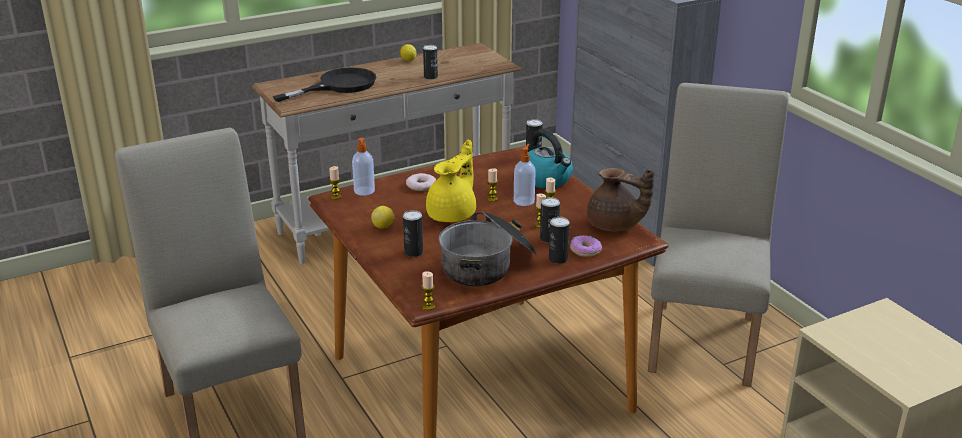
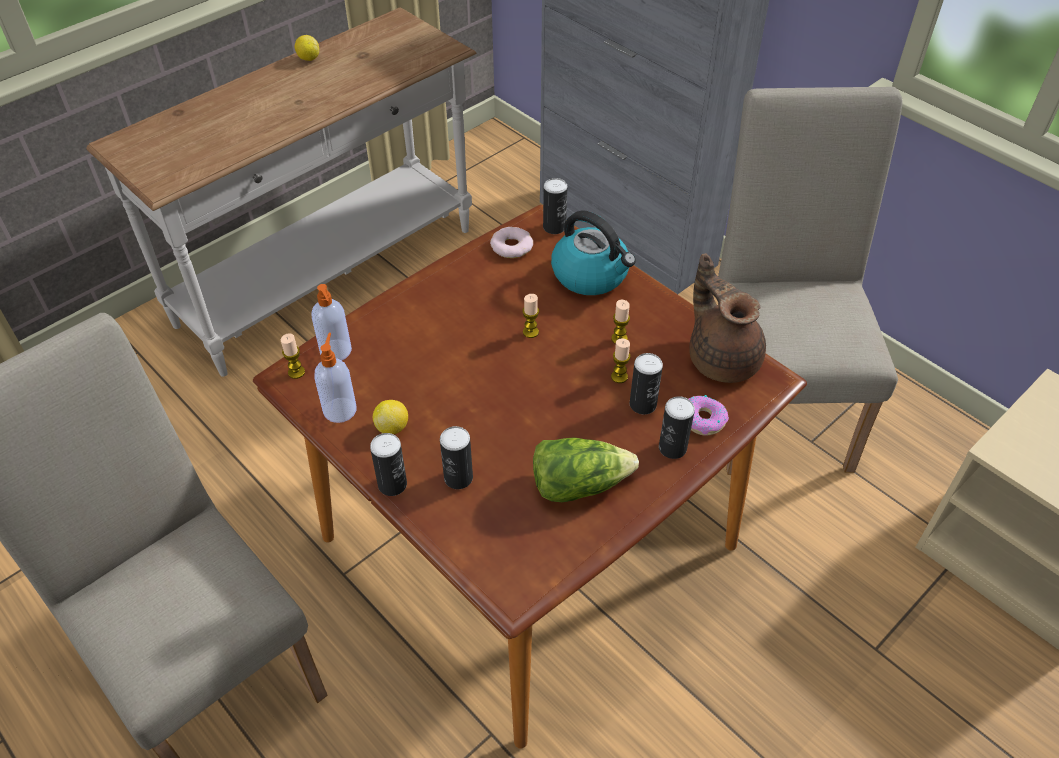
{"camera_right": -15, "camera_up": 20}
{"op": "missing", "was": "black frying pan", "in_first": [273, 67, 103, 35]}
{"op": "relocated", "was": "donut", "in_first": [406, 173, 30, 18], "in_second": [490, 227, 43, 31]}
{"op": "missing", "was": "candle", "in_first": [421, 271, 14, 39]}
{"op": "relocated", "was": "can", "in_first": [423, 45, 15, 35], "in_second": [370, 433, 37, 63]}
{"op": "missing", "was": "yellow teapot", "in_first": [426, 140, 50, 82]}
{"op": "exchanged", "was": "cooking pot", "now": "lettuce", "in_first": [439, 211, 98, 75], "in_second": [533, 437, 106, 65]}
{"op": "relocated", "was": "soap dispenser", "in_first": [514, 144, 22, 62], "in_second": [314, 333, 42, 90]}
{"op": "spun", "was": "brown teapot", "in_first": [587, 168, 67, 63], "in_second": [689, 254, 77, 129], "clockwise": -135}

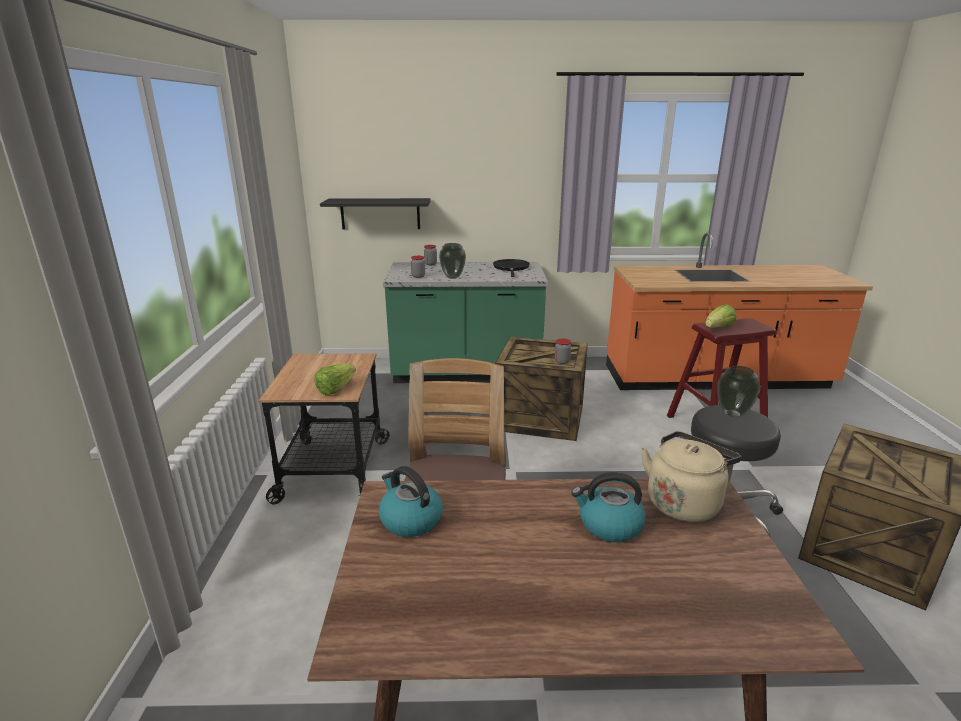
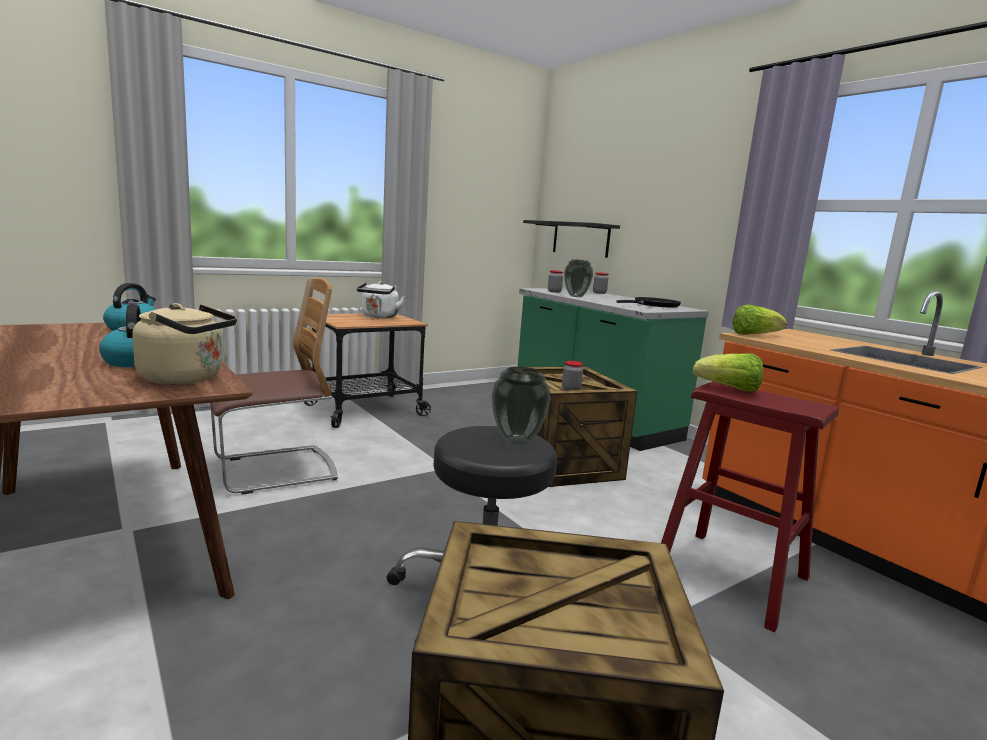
{"camera_right": 55, "camera_up": -10}
{"op": "relocated", "was": "lettuce", "in_first": [314, 363, 42, 32], "in_second": [732, 304, 55, 31]}
{"op": "appeared", "now": "white kettle", "in_second": [357, 281, 48, 37]}

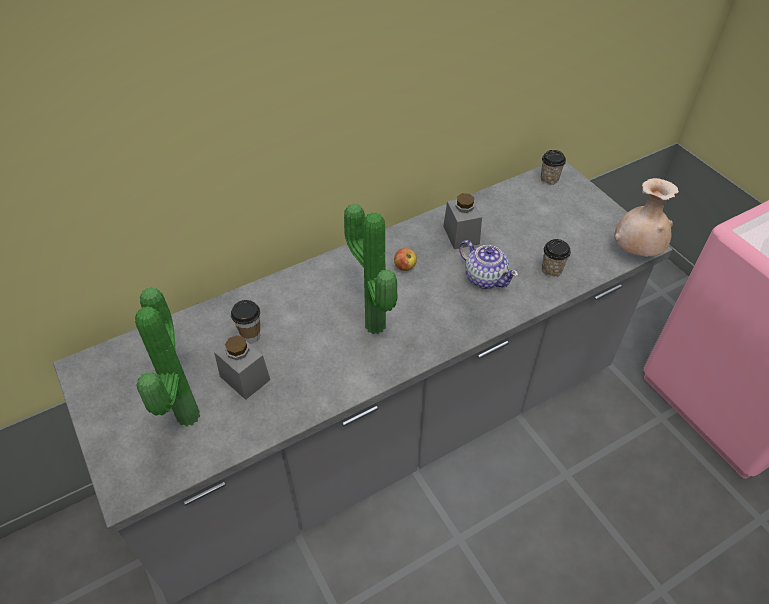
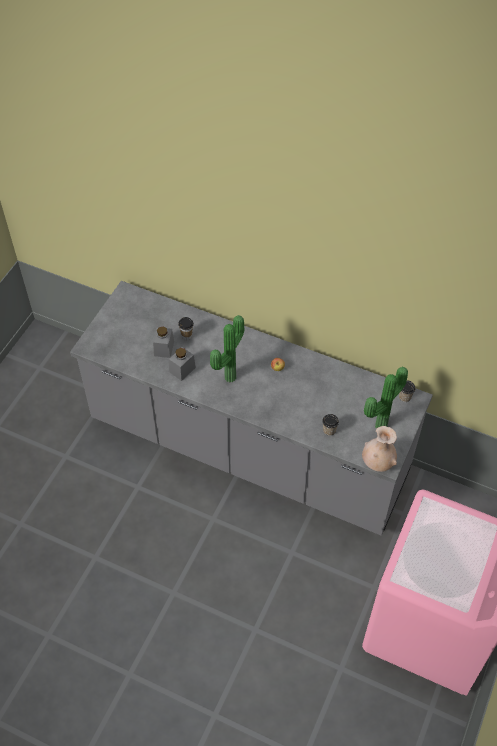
{"camera_right": 55, "camera_up": 5}
{"op": "relocated", "was": "potted plant", "in_first": [135, 287, 65, 140], "in_second": [364, 367, 44, 62]}
{"op": "relocated", "was": "grey jar", "in_first": [443, 193, 39, 56], "in_second": [169, 347, 27, 34]}
{"op": "missing", "was": "teapot", "in_first": [459, 240, 60, 49]}

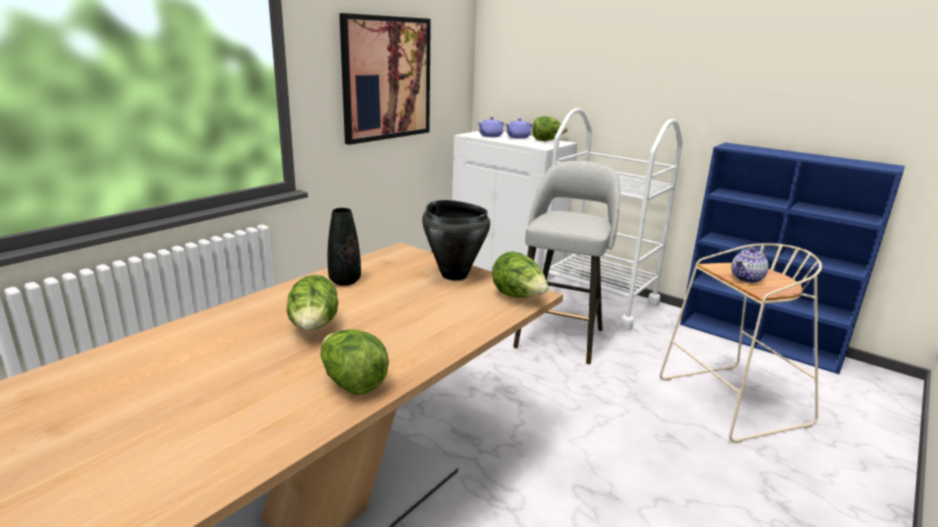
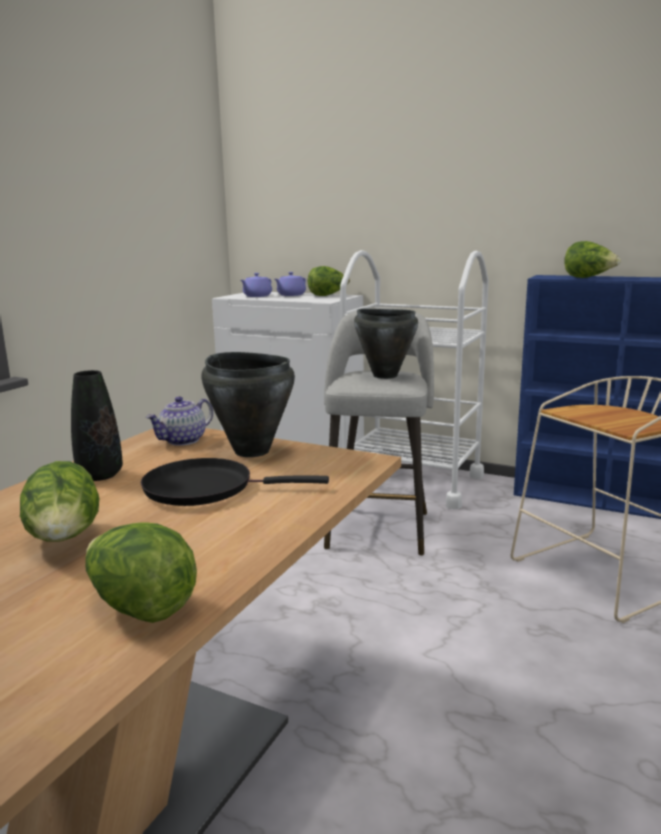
{"camera_right": -10, "camera_up": -5}
{"op": "missing", "was": "picture", "in_first": [339, 13, 92, 132]}
{"op": "relocated", "was": "lettuce", "in_first": [492, 251, 56, 47], "in_second": [564, 241, 57, 37]}
{"op": "relocated", "was": "teapot", "in_first": [731, 248, 38, 35], "in_second": [146, 396, 67, 50]}
{"op": "appeared", "now": "black frying pan", "in_second": [141, 458, 188, 48]}
{"op": "appeared", "now": "black cooking pot", "in_second": [354, 309, 64, 70]}

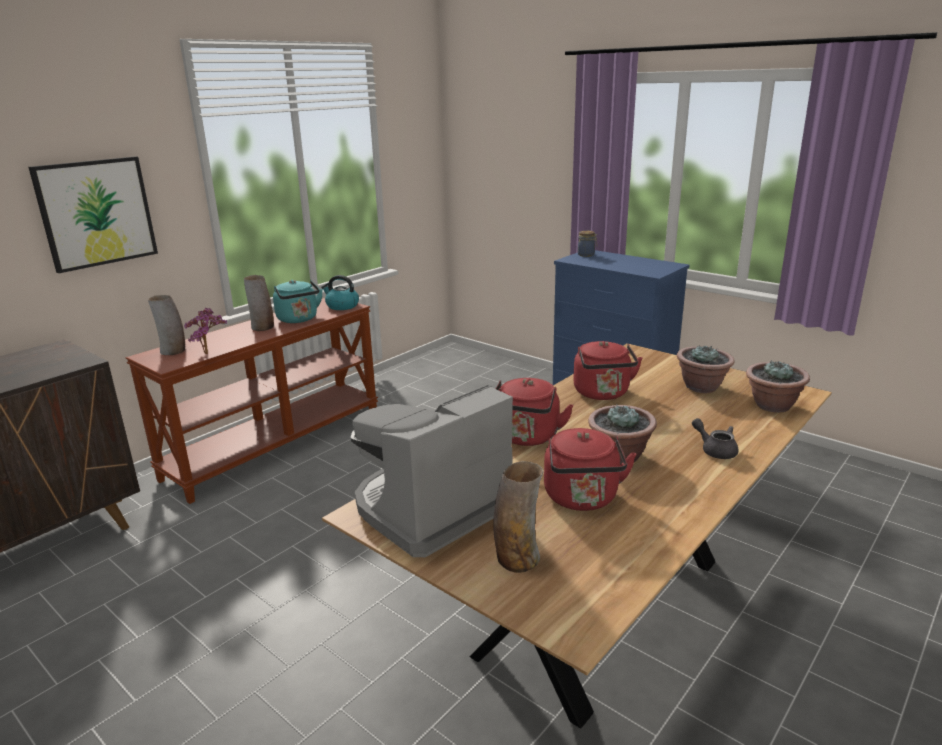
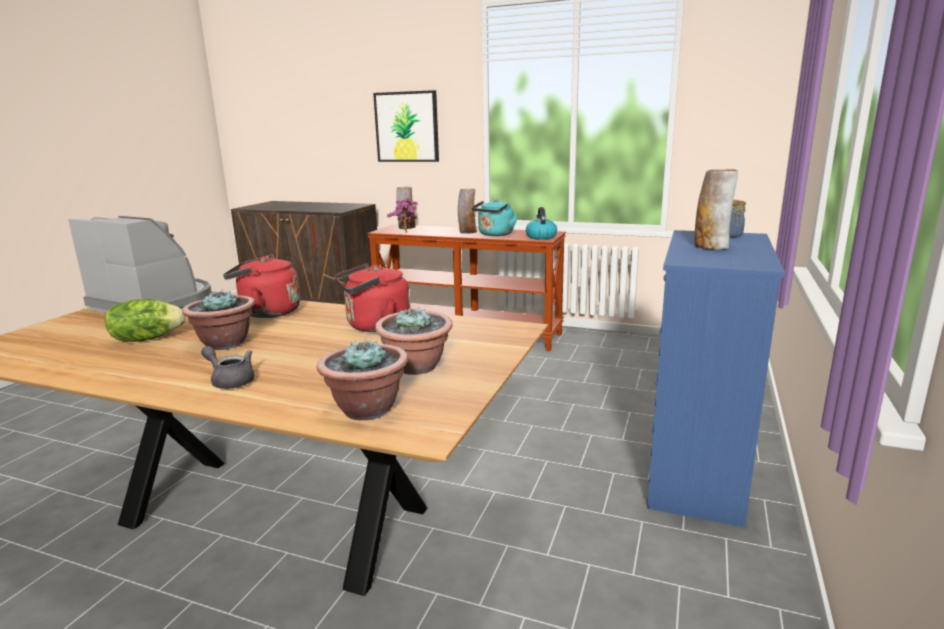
{"camera_right": 70, "camera_up": -5}
{"op": "relocated", "was": "vase", "in_first": [493, 461, 51, 112], "in_second": [695, 169, 43, 81]}
{"op": "exchanged", "was": "red kettle", "now": "lettuce", "in_first": [544, 428, 92, 83], "in_second": [105, 299, 81, 43]}
{"op": "spun", "was": "grey teapot", "in_first": [692, 418, 47, 41], "in_second": [201, 346, 53, 43], "clockwise": -90}

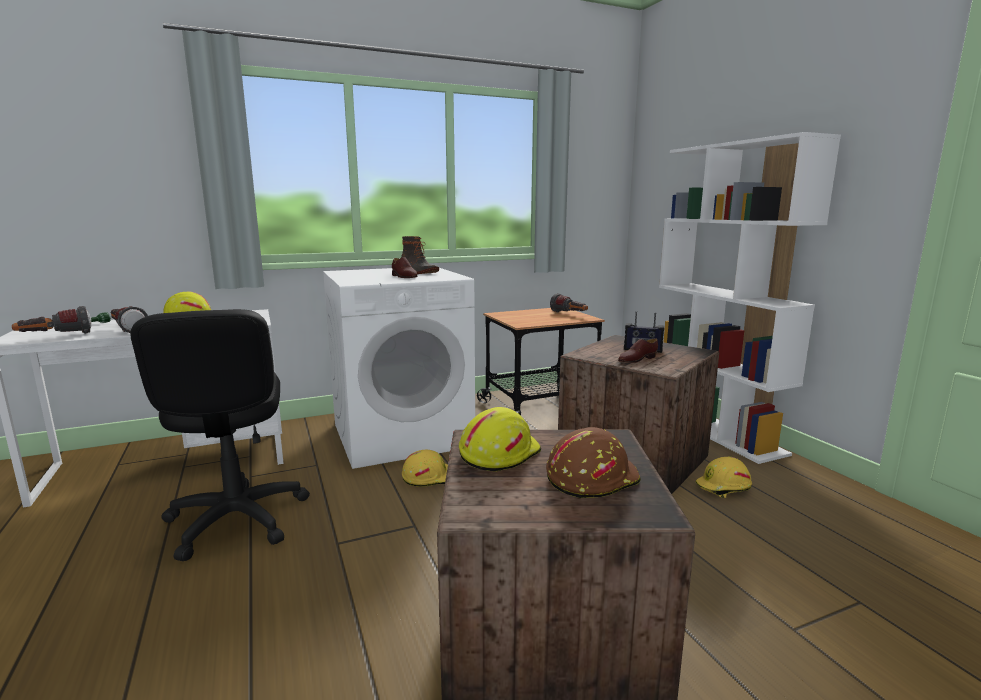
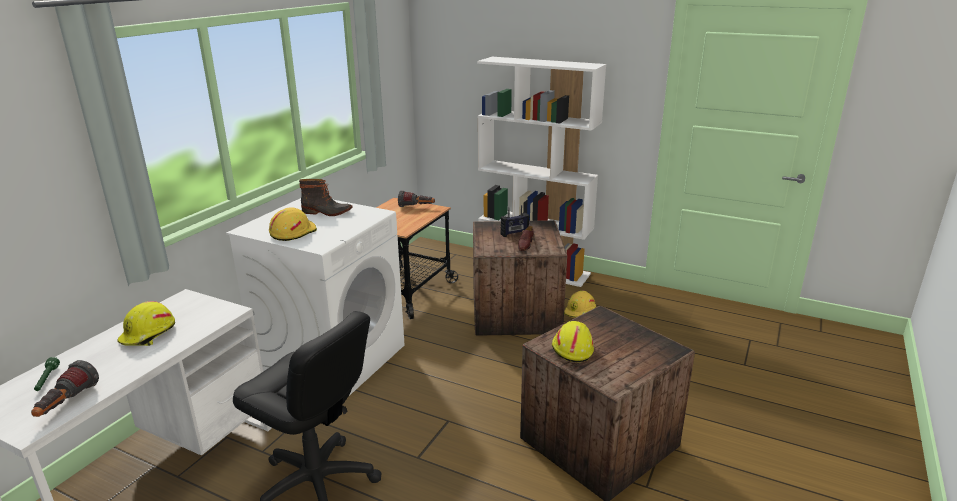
{"camera_right": -40, "camera_up": 10}
{"op": "missing", "was": "flashlight", "in_first": [111, 306, 37, 27]}
{"op": "missing", "was": "brown shoe", "in_first": [392, 257, 26, 21]}
{"op": "relocated", "was": "yellow hard hat", "in_first": [402, 450, 46, 37], "in_second": [269, 207, 48, 34]}
{"op": "missing", "was": "brown hard hat", "in_first": [546, 427, 95, 71]}

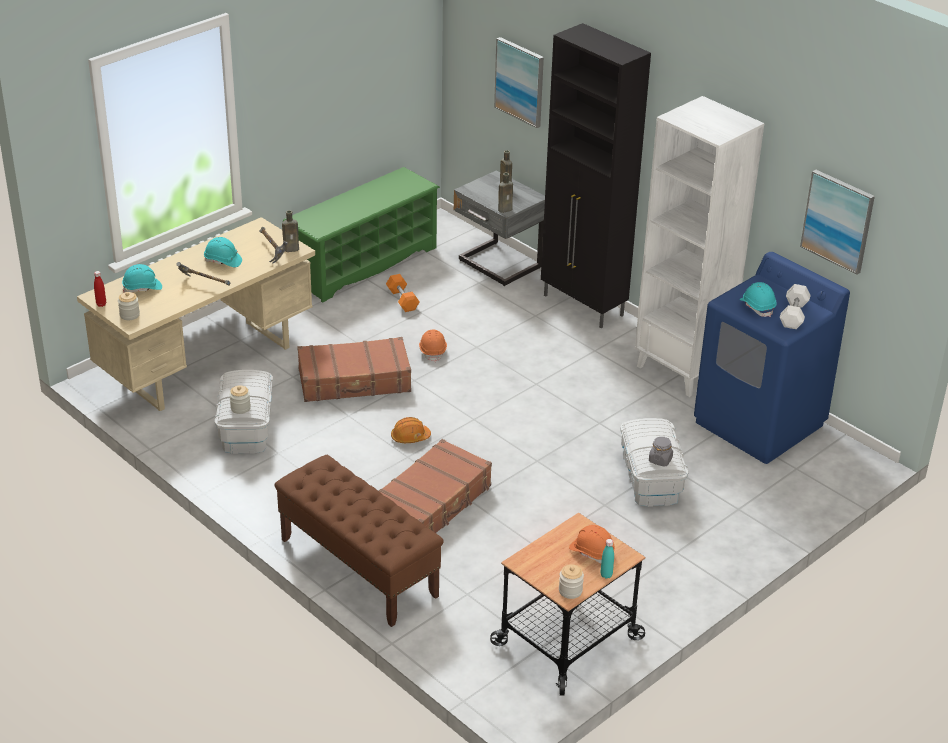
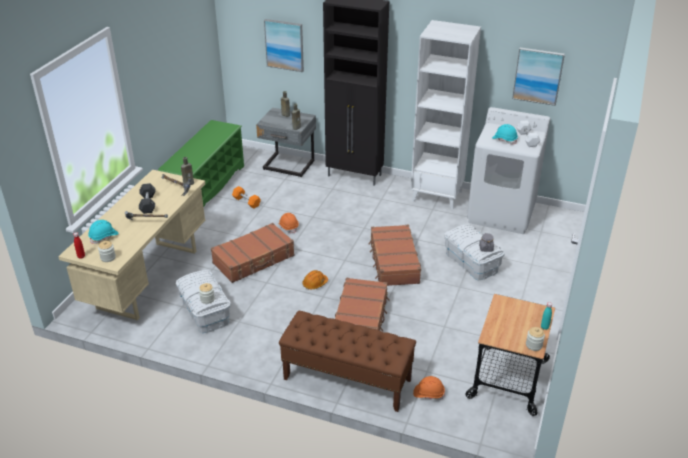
{"camera_right": -25, "camera_up": 0}
{"op": "exchanged", "was": "turquoise hard hat", "now": "grey dumbbell", "in_first": [204, 237, 38, 30], "in_second": [139, 183, 16, 31]}
{"op": "relocated", "was": "orange hard hat", "in_first": [569, 525, 46, 38], "in_second": [413, 376, 32, 24]}
{"op": "colour", "was": "blue washing machine", "now": "white washing machine", "in_first": [694, 252, 156, 212], "in_second": [467, 107, 84, 127]}
{"op": "appeared", "now": "brown suitcase", "in_second": [368, 225, 53, 61]}

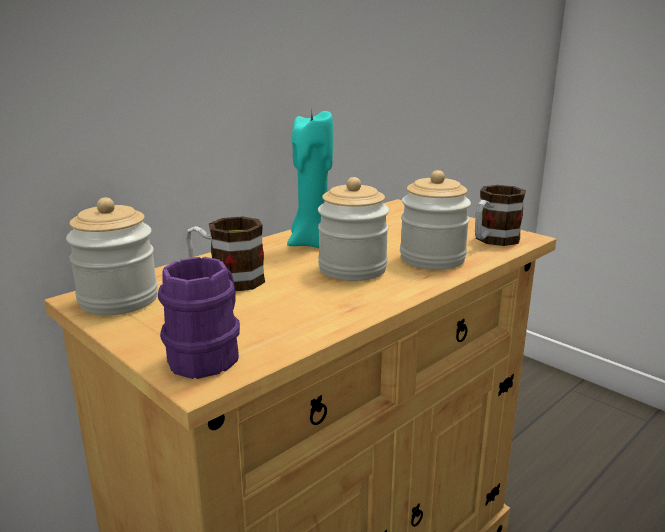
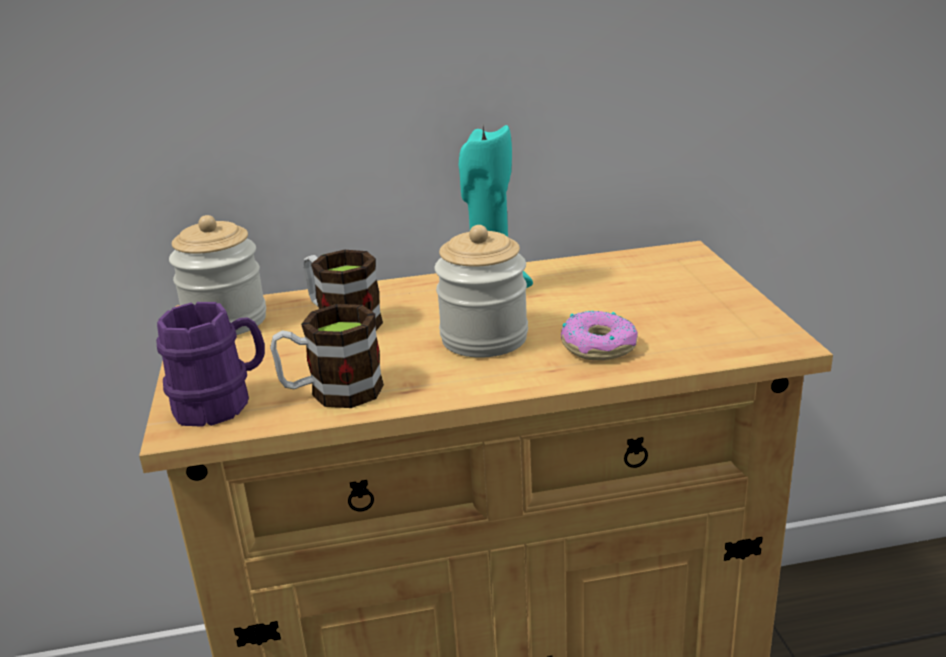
{"camera_right": 35, "camera_up": 5}
{"op": "exchanged", "was": "jar", "now": "donut", "in_first": [400, 170, 71, 100], "in_second": [561, 311, 77, 49]}
{"op": "relocated", "was": "mug", "in_first": [475, 185, 51, 61], "in_second": [270, 304, 114, 104]}

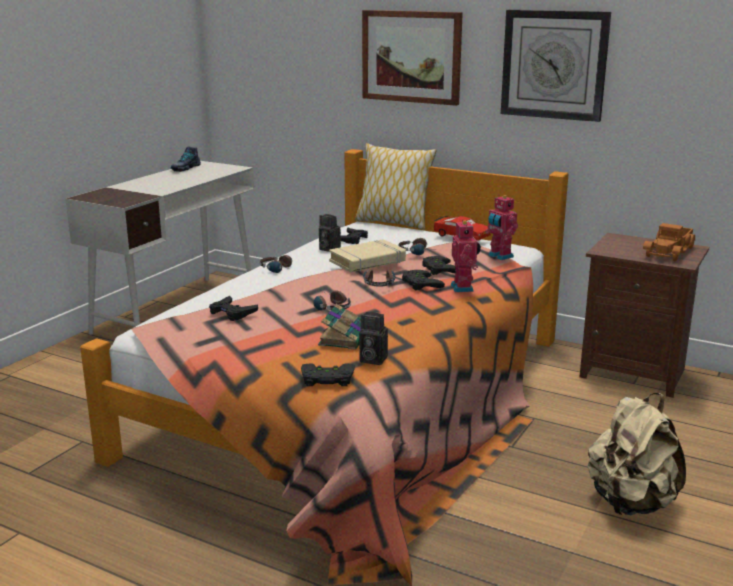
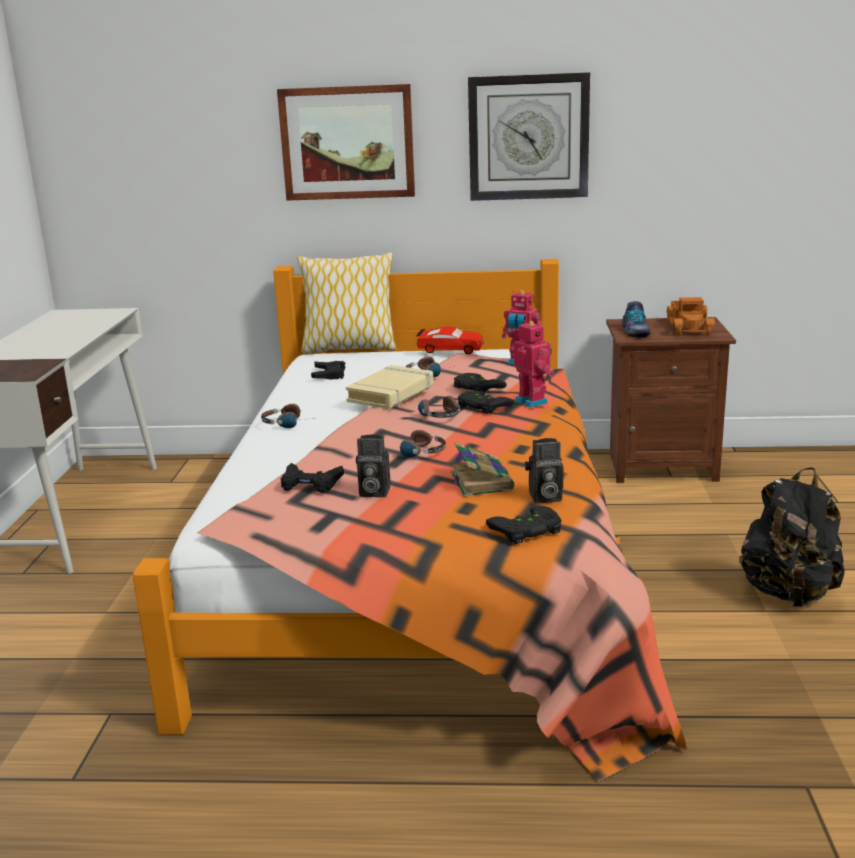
{"camera_right": -25, "camera_up": 0}
{"op": "relocated", "was": "shoe", "in_first": [171, 147, 30, 25], "in_second": [622, 301, 29, 37]}
{"op": "relocated", "was": "photo camera", "in_first": [319, 214, 22, 38], "in_second": [356, 435, 35, 62]}
{"op": "colour", "was": "beige backpack", "now": "black backpack", "in_first": [588, 393, 98, 122], "in_second": [739, 467, 106, 140]}

